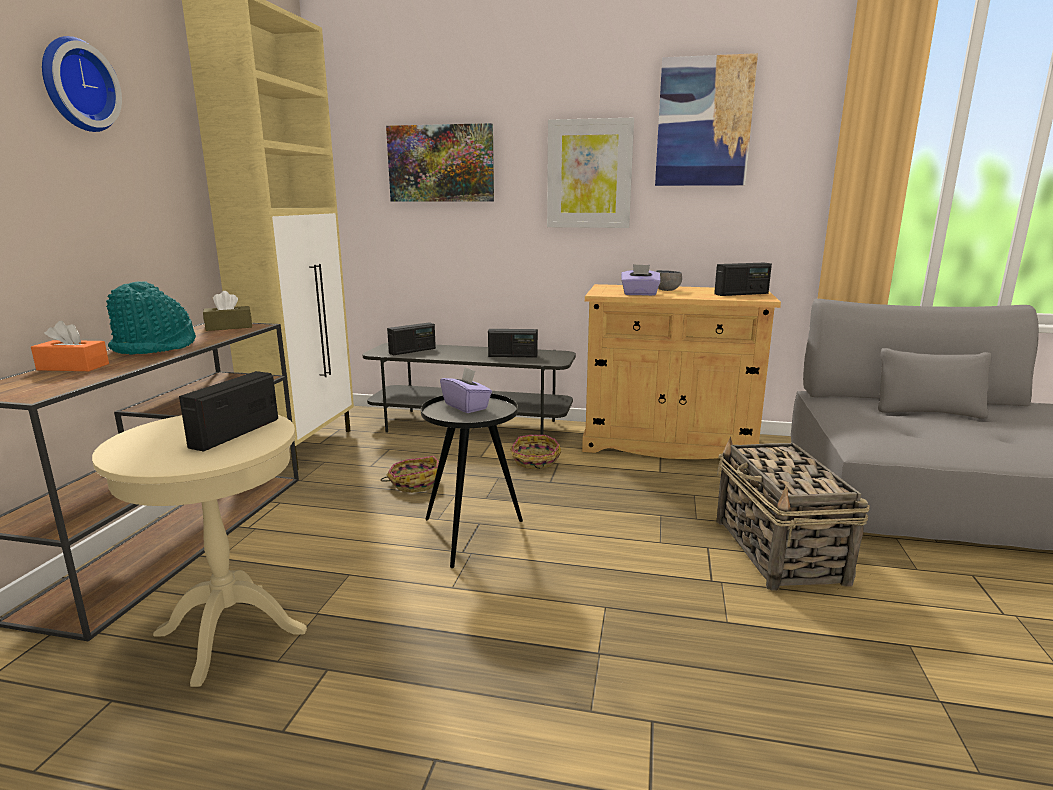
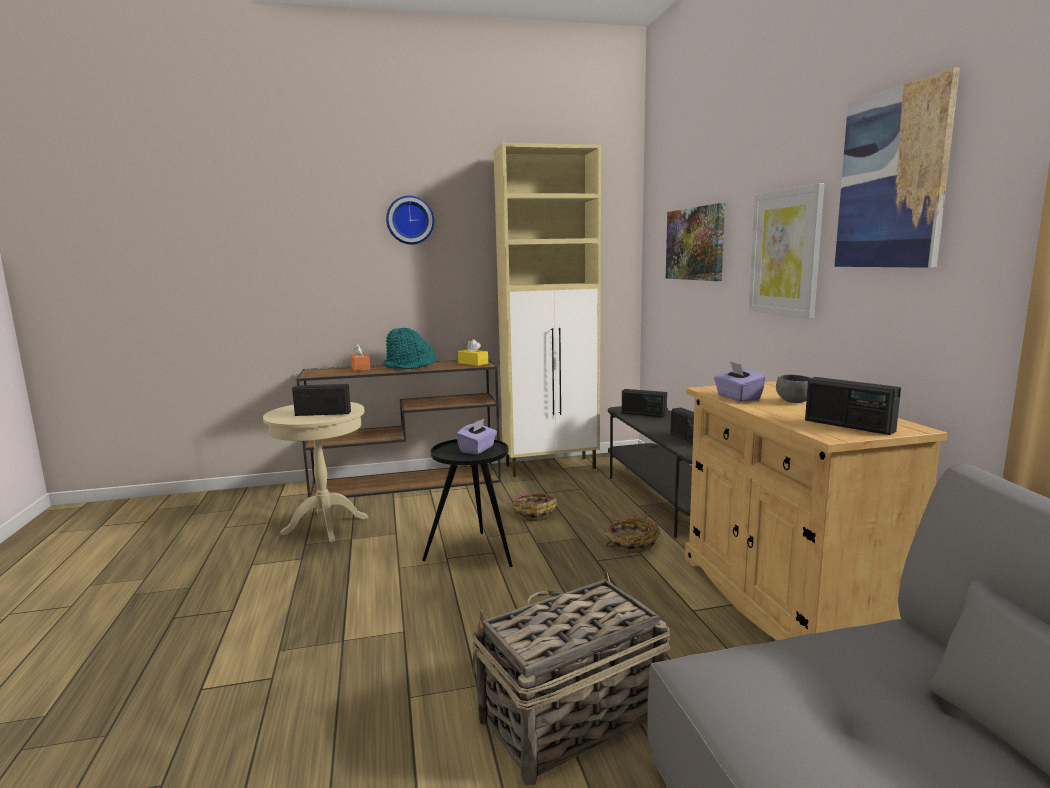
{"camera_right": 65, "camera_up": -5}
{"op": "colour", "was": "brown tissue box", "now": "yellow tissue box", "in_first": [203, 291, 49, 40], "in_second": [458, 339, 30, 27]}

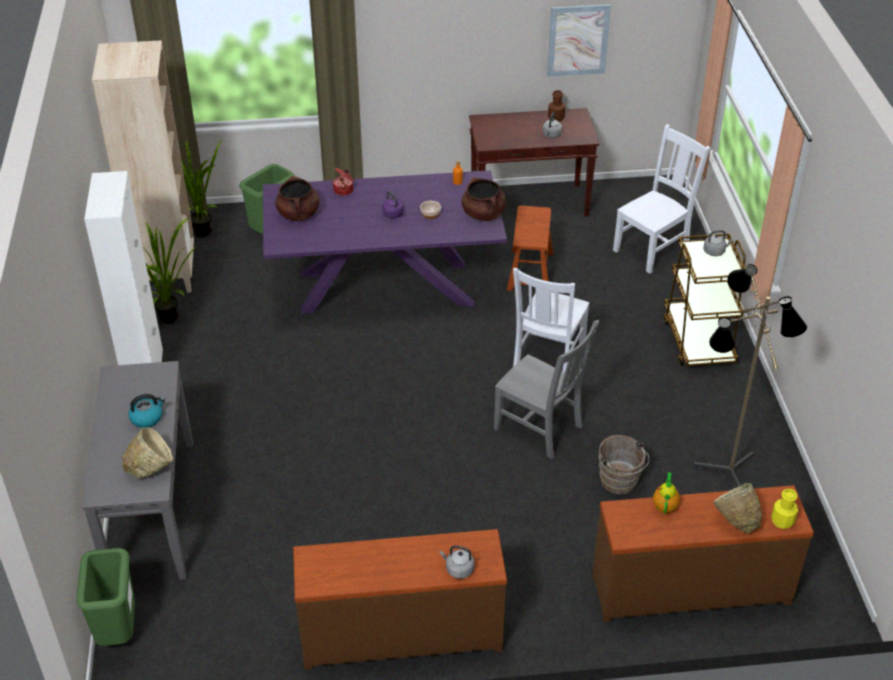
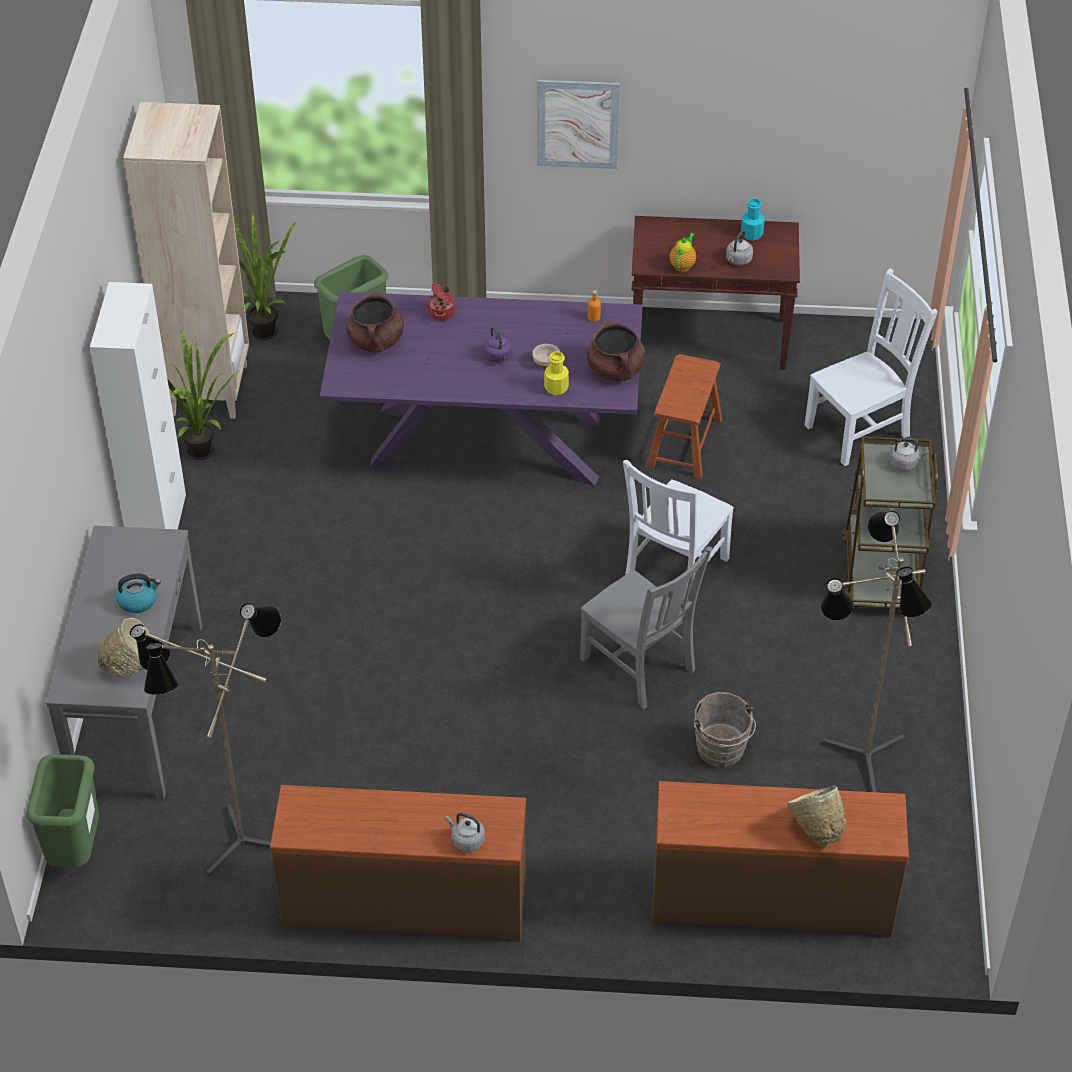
{"camera_right": 10, "camera_up": 5}
{"op": "relocated", "was": "picture", "in_first": [547, 4, 64, 73], "in_second": [537, 80, 83, 89]}
{"op": "colour", "was": "brown bottle", "now": "turquoise bottle", "in_first": [548, 90, 17, 32], "in_second": [741, 198, 24, 43]}
{"op": "relocated", "was": "teapot", "in_first": [653, 472, 27, 42], "in_second": [670, 233, 26, 39]}
{"op": "relocated", "was": "yellow bottle", "in_first": [771, 489, 27, 40], "in_second": [544, 351, 25, 44]}
{"op": "appeared", "now": "floor lamp", "in_second": [130, 603, 151, 274]}

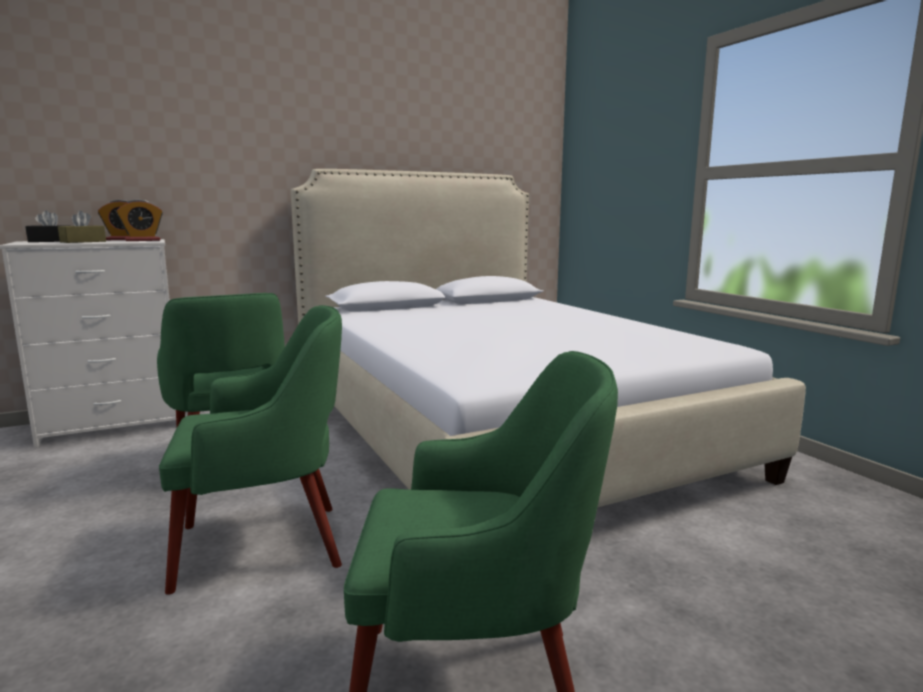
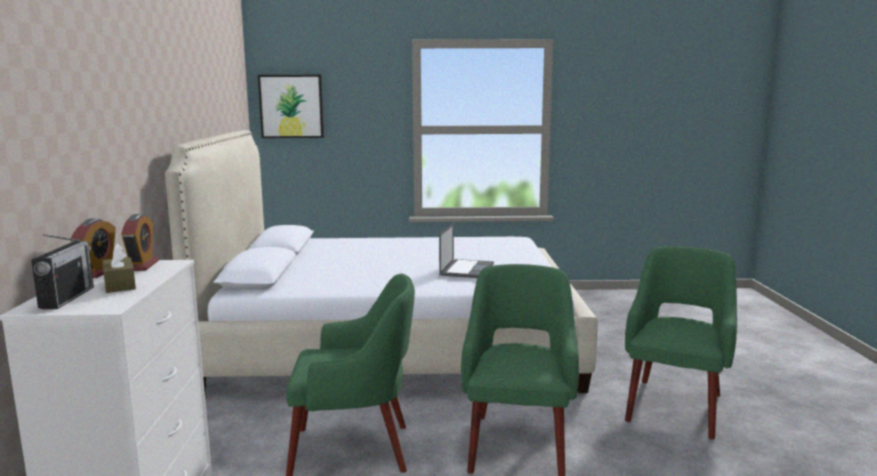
{"camera_right": -65, "camera_up": 0}
{"op": "exchanged", "was": "black tissue box", "now": "radio", "in_first": [25, 210, 45, 32], "in_second": [31, 234, 63, 75]}
{"op": "appeared", "now": "picture", "in_second": [258, 75, 66, 63]}
{"op": "appeared", "now": "laptop", "in_second": [439, 223, 55, 55]}

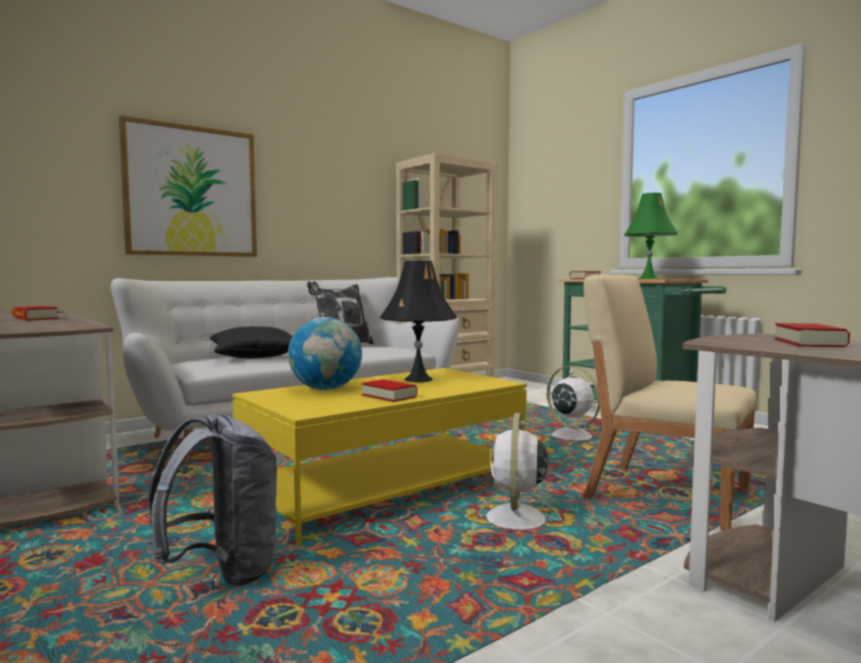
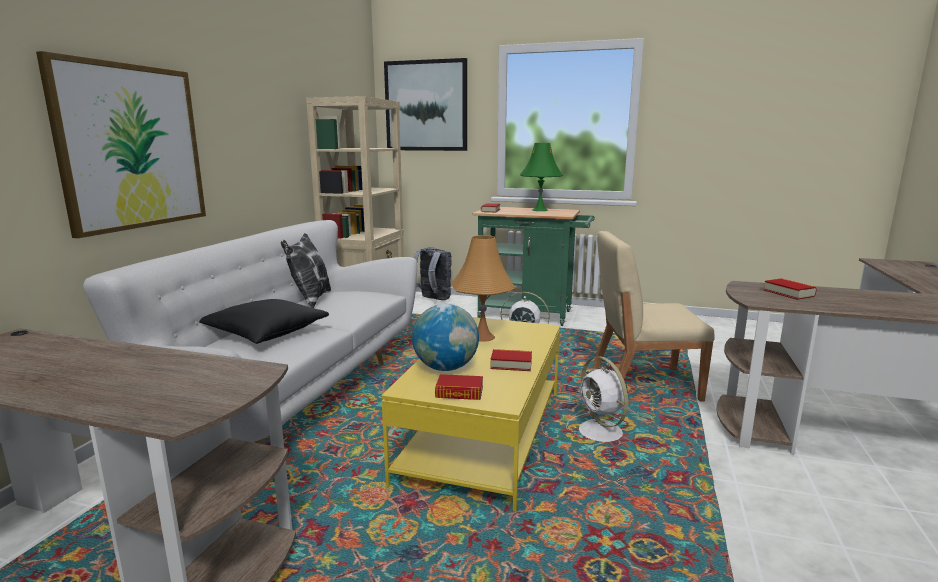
{"camera_right": -35, "camera_up": 10}
{"op": "relocated", "was": "book", "in_first": [12, 306, 47, 14], "in_second": [435, 374, 48, 26]}
{"op": "relocated", "was": "grey backpack", "in_first": [148, 413, 131, 174], "in_second": [414, 247, 38, 53]}
{"op": "colour", "was": "black table lamp", "now": "orange table lamp", "in_first": [379, 261, 78, 121], "in_second": [452, 235, 64, 107]}
{"op": "appeared", "now": "picture", "in_second": [384, 58, 83, 93]}

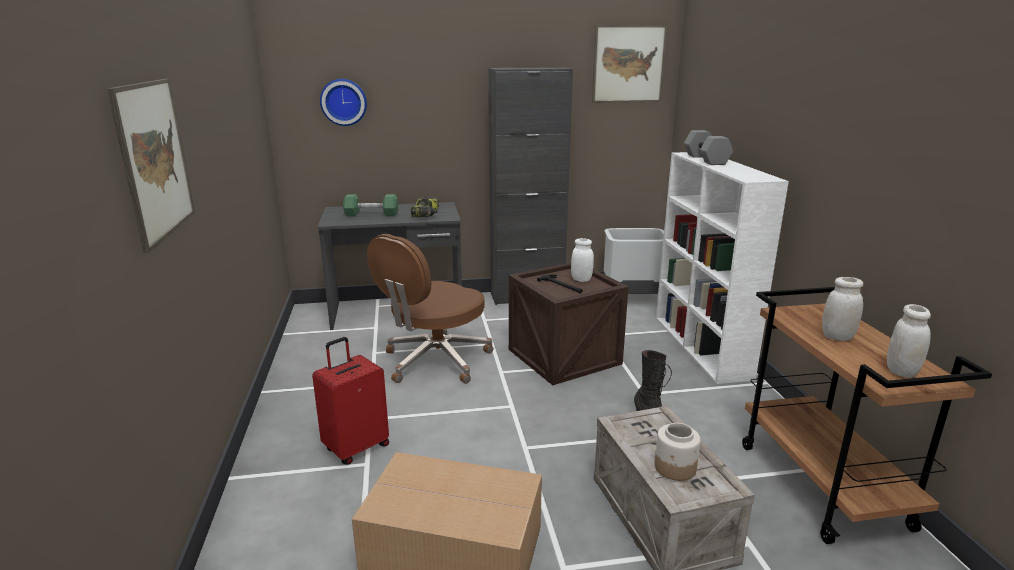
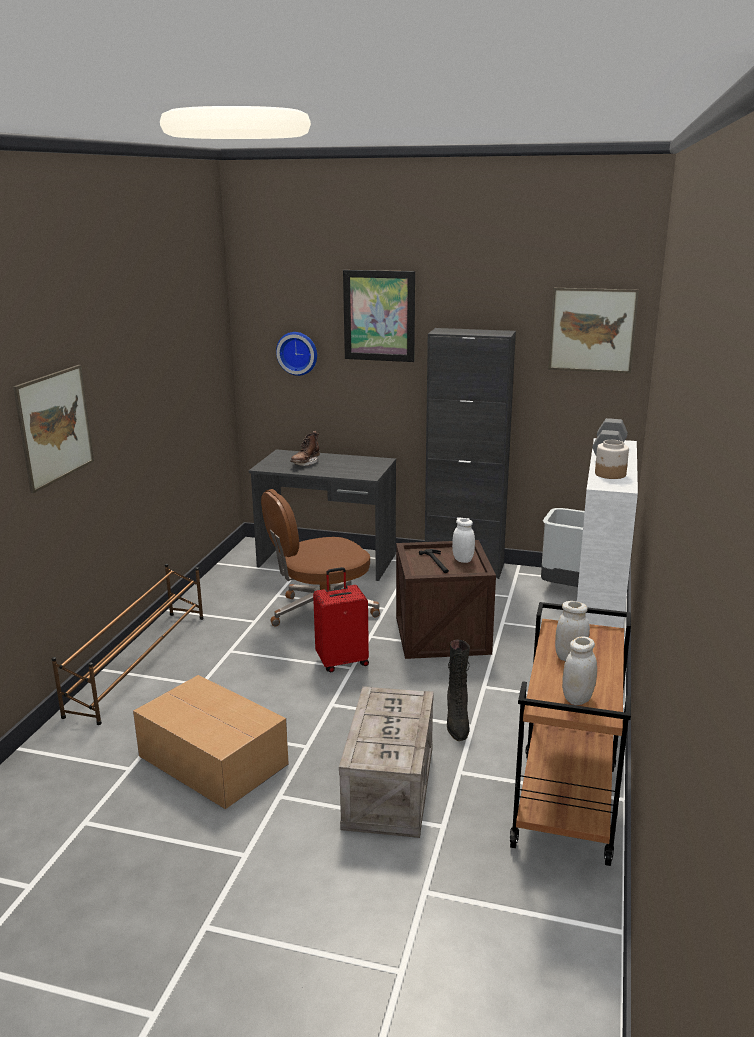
{"camera_right": 25, "camera_up": 0}
{"op": "relocated", "was": "red suitcase", "in_first": [312, 337, 77, 127], "in_second": [313, 567, 56, 105]}
{"op": "exchanged", "was": "green dumbbell", "now": "brown boot", "in_first": [343, 194, 55, 22], "in_second": [291, 431, 29, 35]}
{"op": "missing", "was": "power drill", "in_first": [411, 197, 28, 20]}
{"op": "relocated", "was": "jar", "in_first": [654, 423, 47, 58], "in_second": [595, 440, 34, 39]}
{"op": "appeared", "now": "brown shoe rack", "in_second": [51, 564, 153, 161]}
{"op": "appeared", "now": "picture", "in_second": [343, 270, 72, 92]}

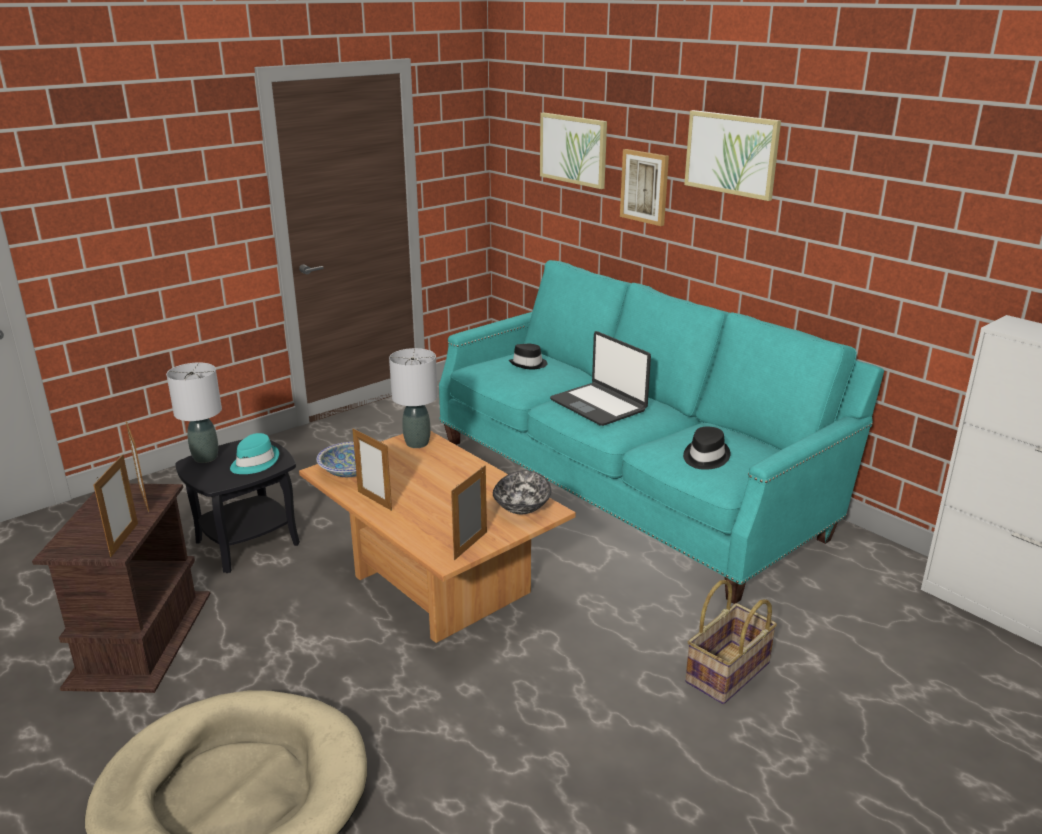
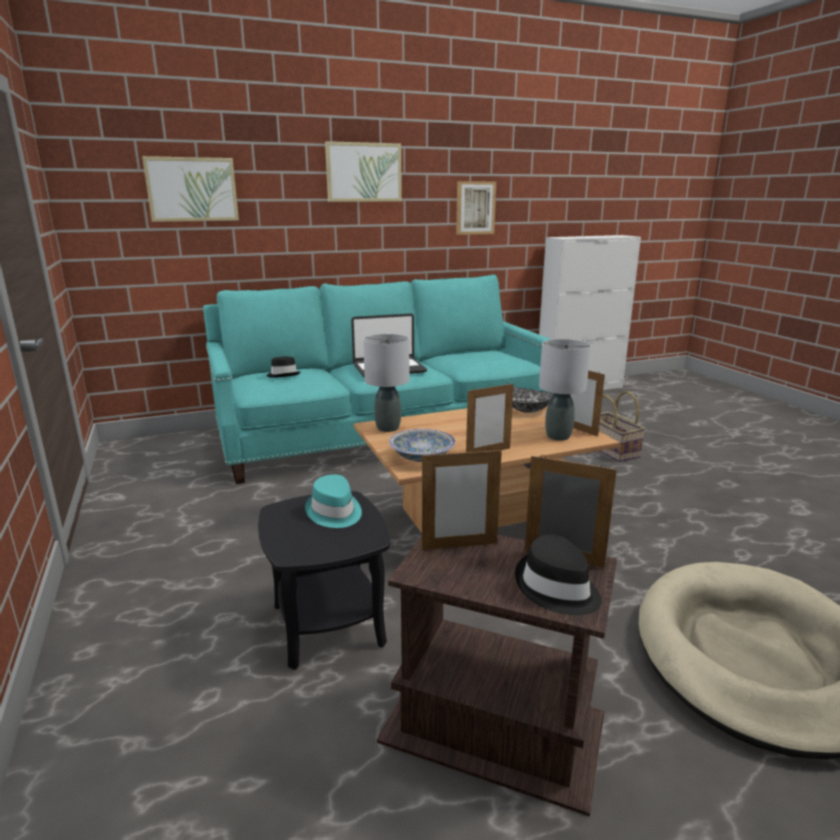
{"camera_right": -70, "camera_up": -5}
{"op": "relocated", "was": "grey table lamp", "in_first": [166, 363, 56, 100], "in_second": [539, 339, 52, 102]}
{"op": "relocated", "was": "picture", "in_first": [620, 149, 49, 77], "in_second": [456, 181, 40, 54]}
{"op": "relocated", "was": "black hat", "in_first": [683, 427, 48, 43], "in_second": [515, 534, 86, 81]}

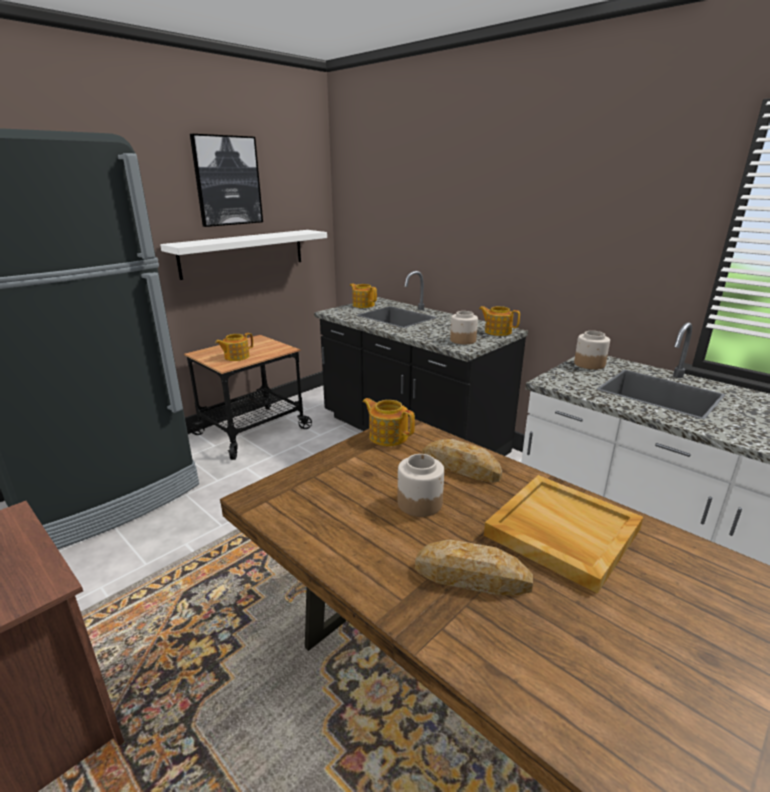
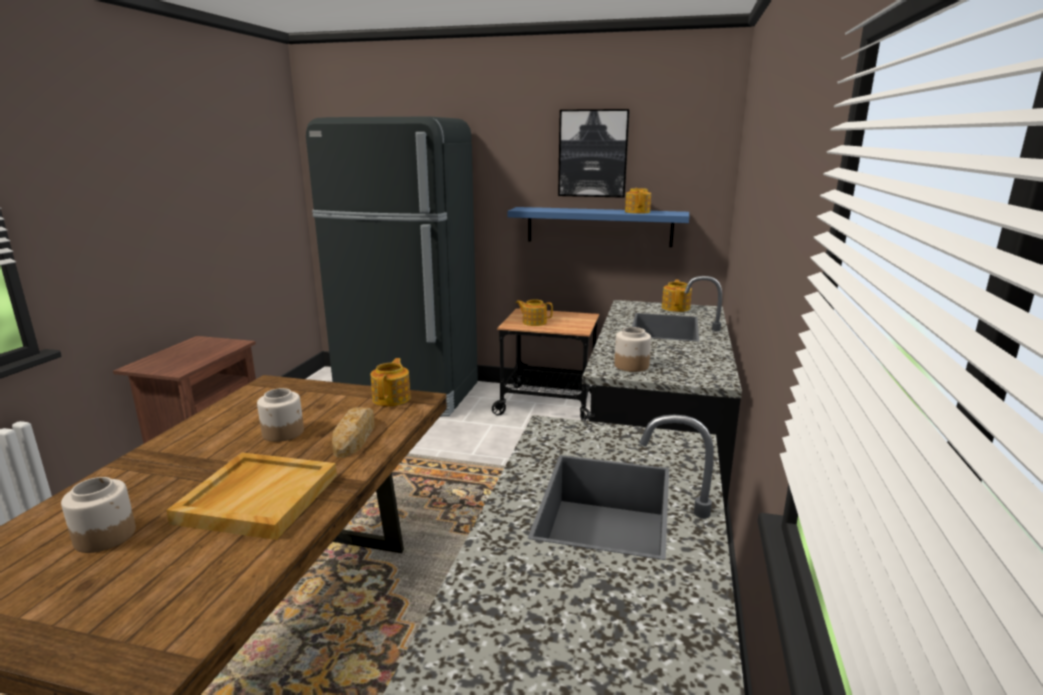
{"camera_right": 60, "camera_up": -5}
{"op": "colour", "was": "white shelf", "now": "blue shelf", "in_first": [160, 230, 167, 50], "in_second": [508, 207, 181, 40]}
{"op": "missing", "was": "bread", "in_first": [415, 539, 118, 57]}
{"op": "relocated", "was": "teapot", "in_first": [479, 306, 41, 30], "in_second": [625, 188, 26, 26]}
{"op": "relocated", "was": "jar", "in_first": [574, 331, 36, 39], "in_second": [61, 477, 75, 76]}

